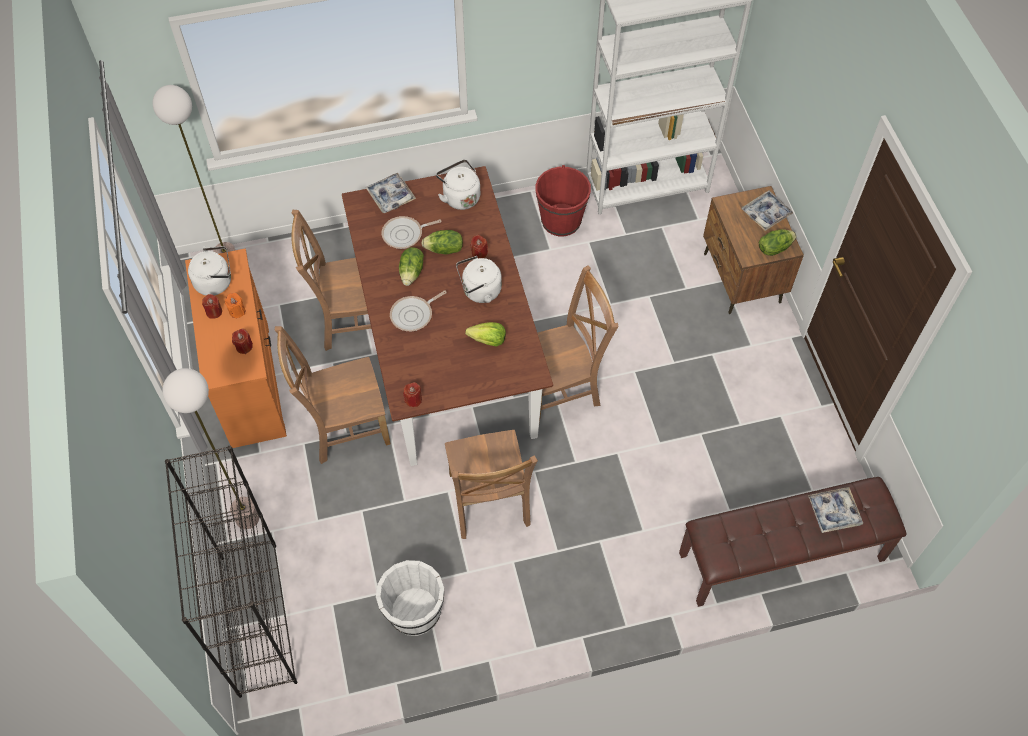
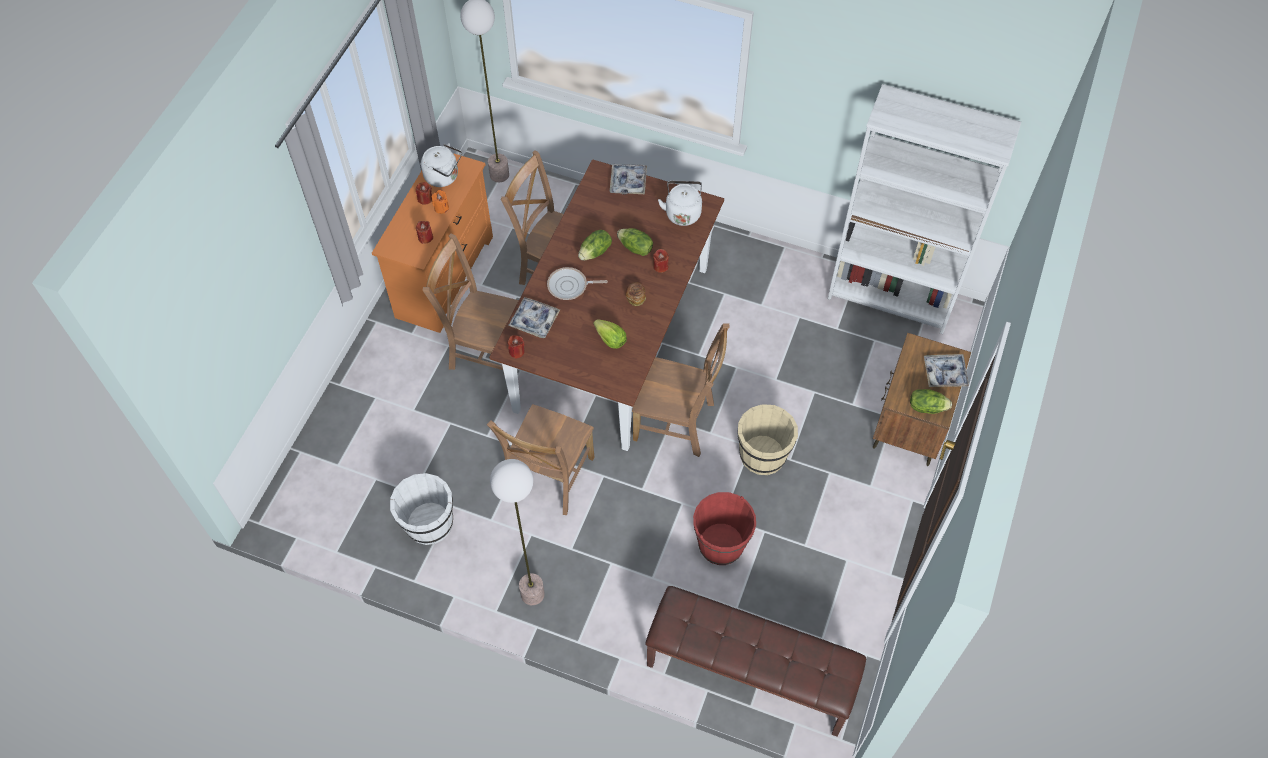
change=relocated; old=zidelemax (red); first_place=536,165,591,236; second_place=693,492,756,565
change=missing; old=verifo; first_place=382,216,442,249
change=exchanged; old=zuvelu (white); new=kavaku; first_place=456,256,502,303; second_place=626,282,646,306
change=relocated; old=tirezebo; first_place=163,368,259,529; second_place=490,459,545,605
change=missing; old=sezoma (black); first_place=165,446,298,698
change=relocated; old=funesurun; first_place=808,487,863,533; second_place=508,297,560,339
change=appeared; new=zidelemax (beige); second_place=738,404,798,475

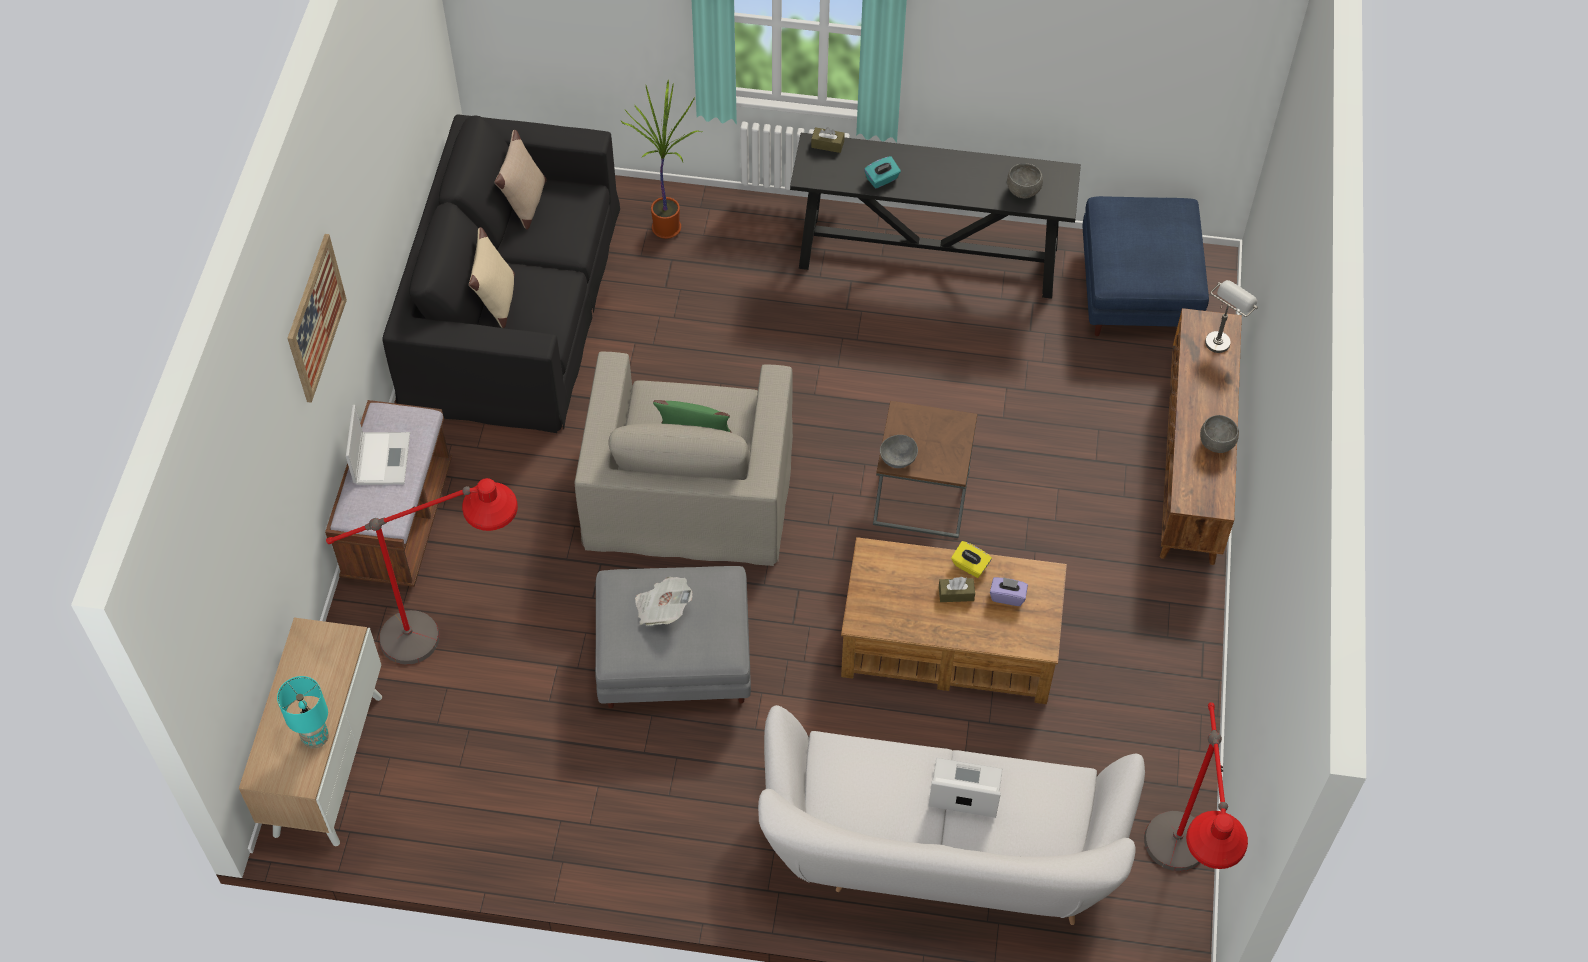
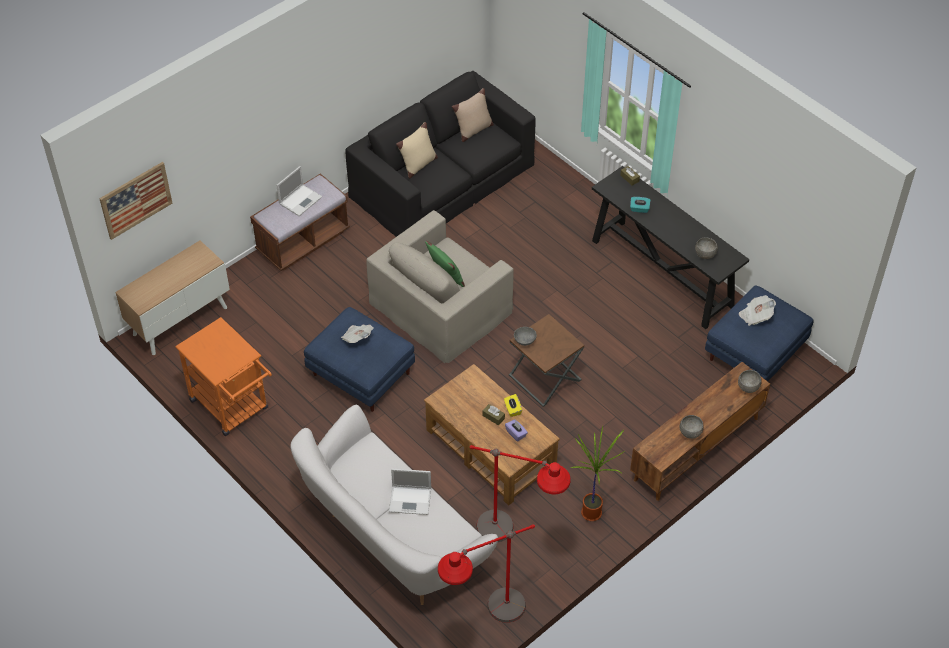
change=relocated; old=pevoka; first_place=620,80,701,239; second_place=571,426,624,521
change=relocated; old=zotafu; first_place=287,234,347,403; second_place=99,162,172,240
change=exchanged; old=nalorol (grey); new=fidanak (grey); first_place=1205,280,1258,353; second_place=738,370,762,393
change=relocated; old=tirezebo (red); first_place=326,478,518,665; second_place=470,445,571,542
change=colour; old=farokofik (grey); new=farokofik (blue); first_place=595,566,751,708; second_place=304,307,415,412
change=missing; old=nalorol (turquoise); first_place=277,676,329,748
change=spun; old=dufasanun; first_place=928,758,1003,818; second_place=389,468,431,515; degrees=135
change=appeared; new=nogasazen; second_place=739,295,776,326
change=appeared; new=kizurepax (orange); second_place=175,317,272,436

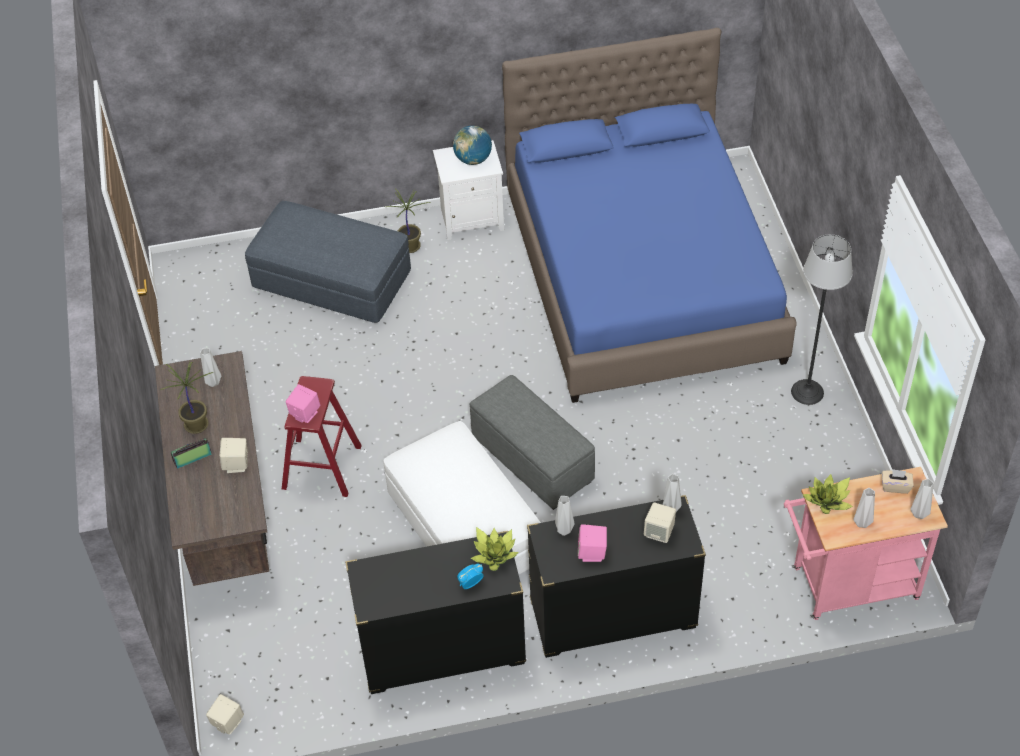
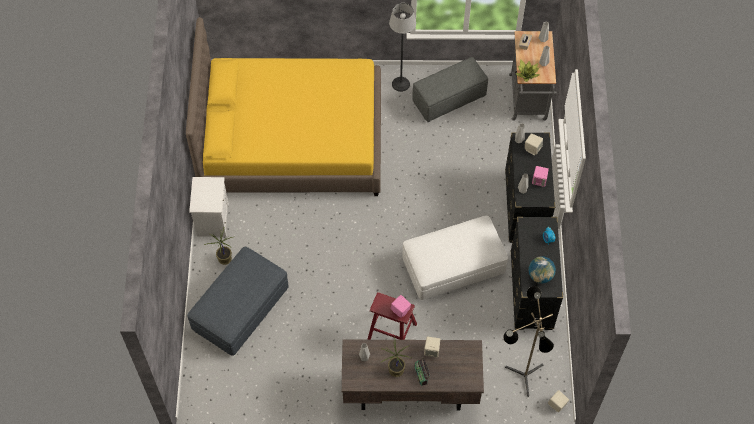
change=colour; old=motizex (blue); new=motizex (yellow); first_place=502,28,797,403; second_place=186,17,381,196
change=relocated; old=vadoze; first_place=453,126,492,165; second_place=529,256,556,283
change=relocated; old=farokofik (grey); first_place=470,375,595,510; second_place=412,57,488,122
change=colour; old=kizurepax (pink); new=kizurepax (grey); first_place=784,467,948,620; second_place=509,31,556,121
change=missing; old=pevoka; first_place=471,527,519,571
change=appeared; new=tirezebo; second_place=503,286,554,397

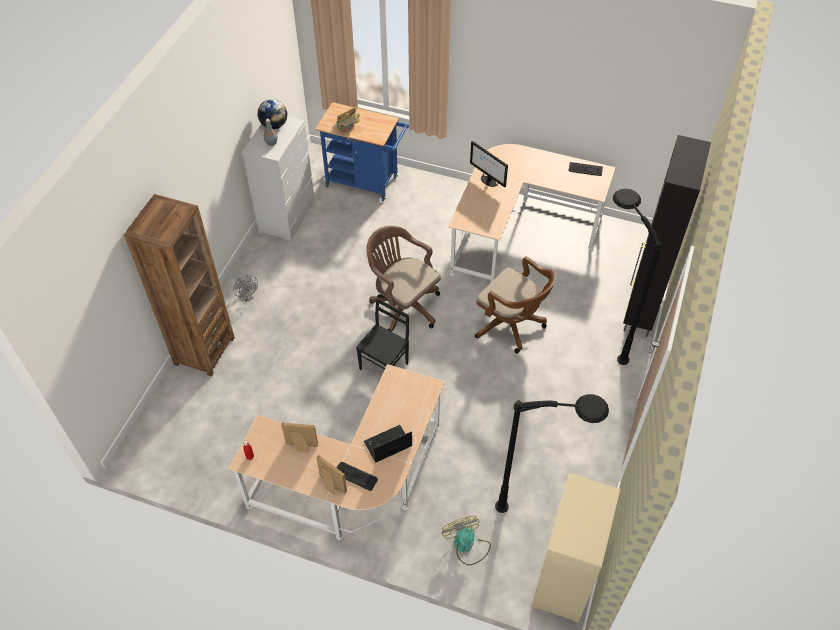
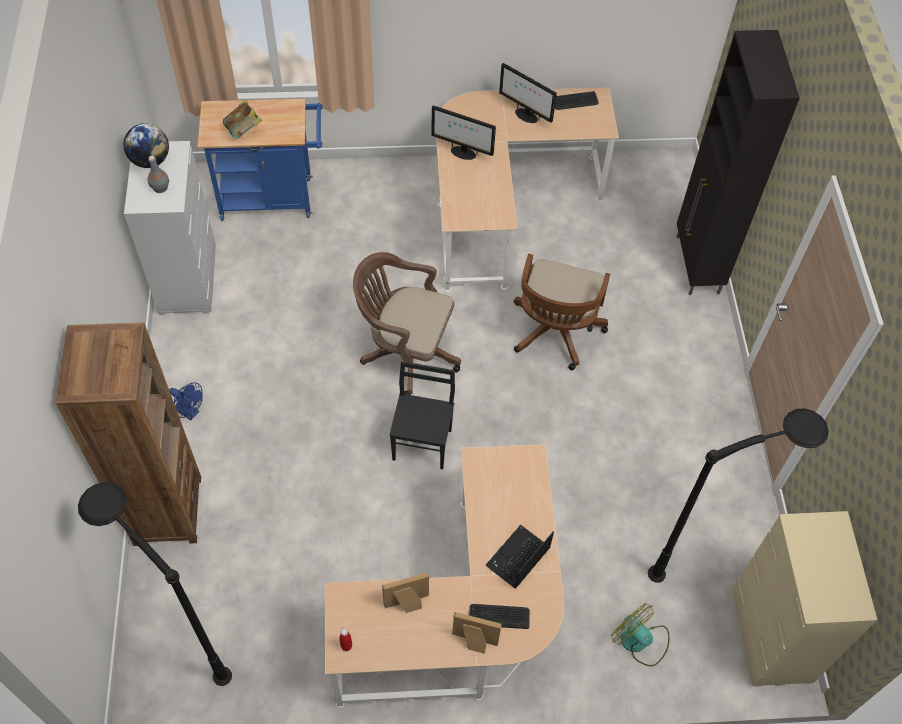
change=relocated; old=tirezebo (black); first_place=613,189,663,365; second_place=78,482,232,686
change=spun; old=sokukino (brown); first_place=475,256,556,353; second_place=513,254,610,370; degrees=90
change=colour; old=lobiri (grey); new=lobiri (blue); first_place=233,275,258,302; second_place=169,383,203,421
change=appeared; new=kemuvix; second_place=499,63,557,123

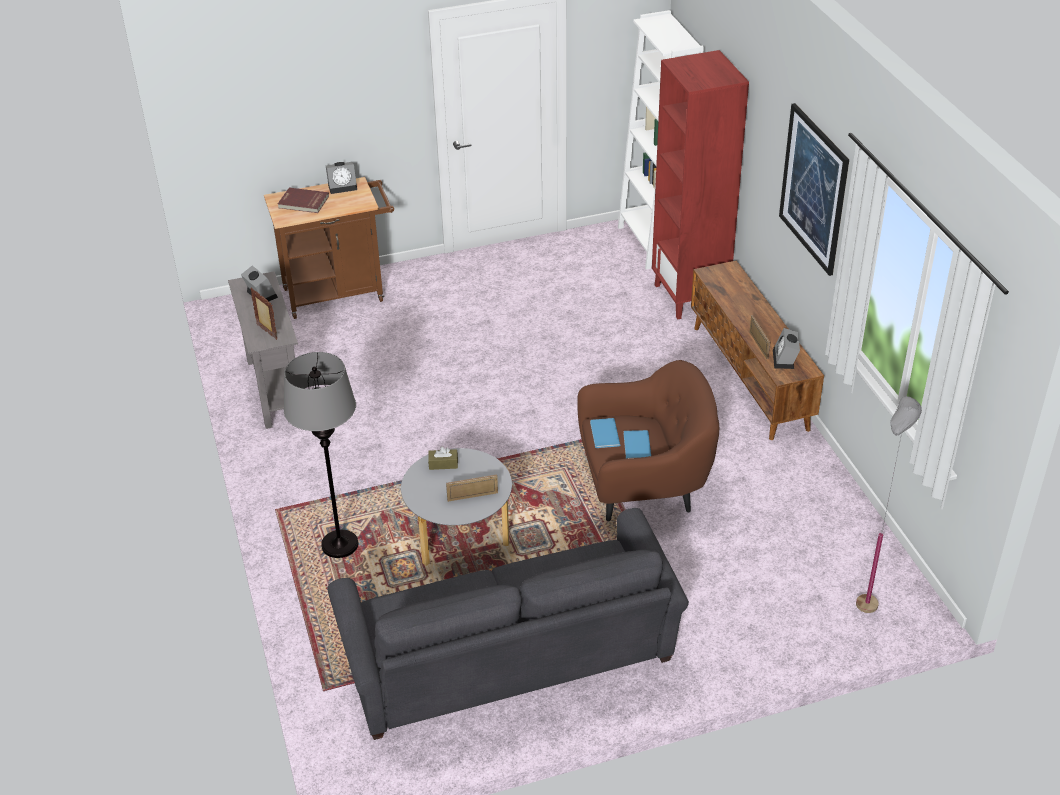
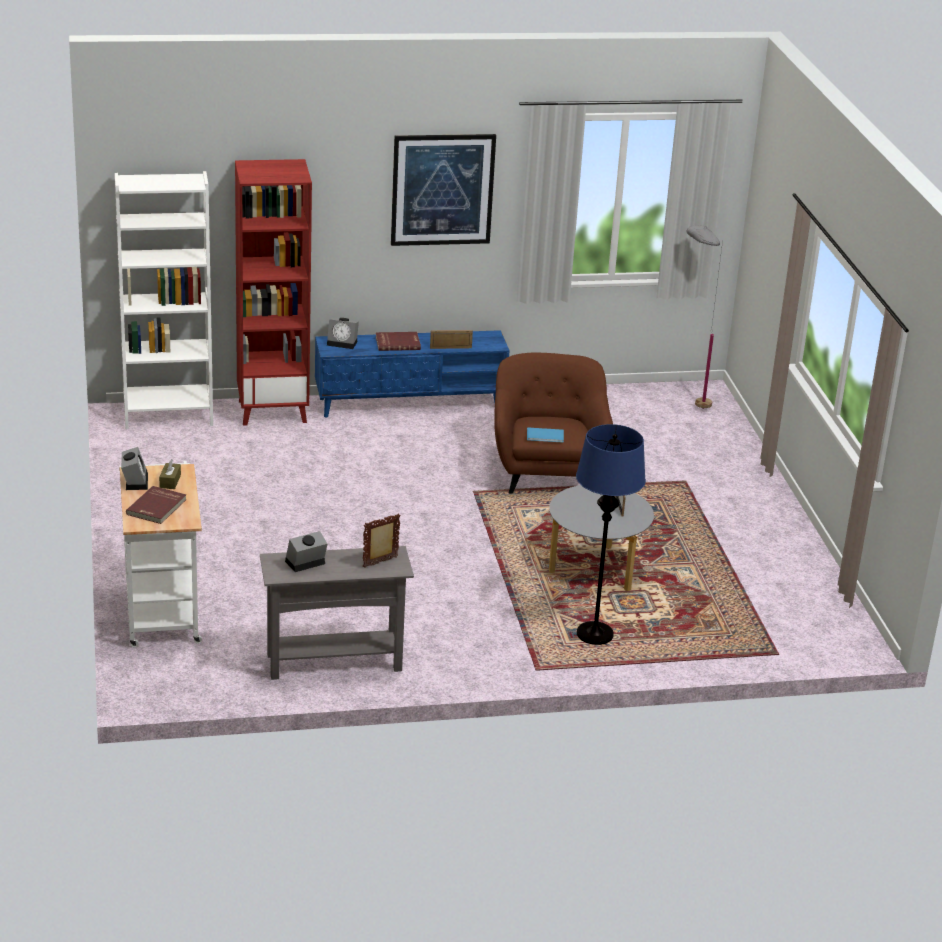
change=colour; old=kizurepax (brown); new=kizurepax (white); first_place=264,177,394,319; second_place=119,461,202,647
change=colour; old=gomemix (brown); new=gomemix (blue); first_place=691,261,824,440; second_place=315,330,510,417
change=relocated; old=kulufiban; first_place=773,328,800,369; second_place=327,318,359,349
change=colour; old=tirezebo (grey); new=tirezebo (blue); first_place=284,352,358,558; second_place=576,424,646,645
change=missing; old=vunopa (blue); first_place=623,430,651,459
change=relocated; old=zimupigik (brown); first_place=428,447,458,470; second_place=159,459,181,489
change=missing; old=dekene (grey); first_place=327,508,689,740
change=appeared; new=vunopa (red); second_place=376,332,421,351

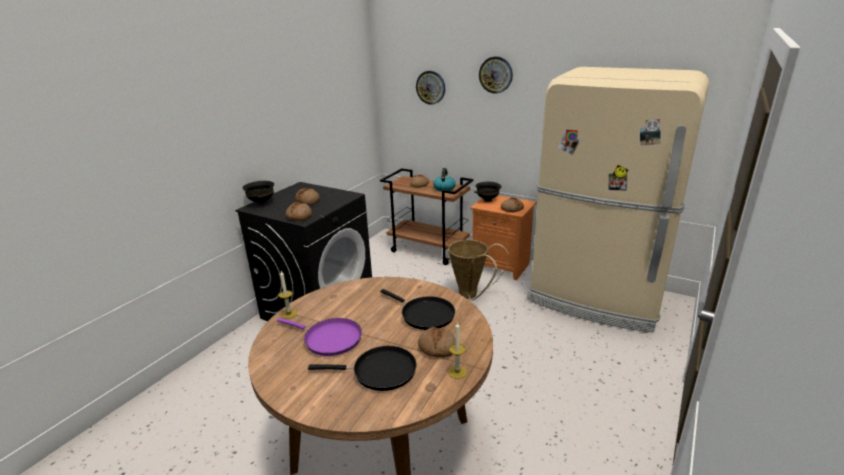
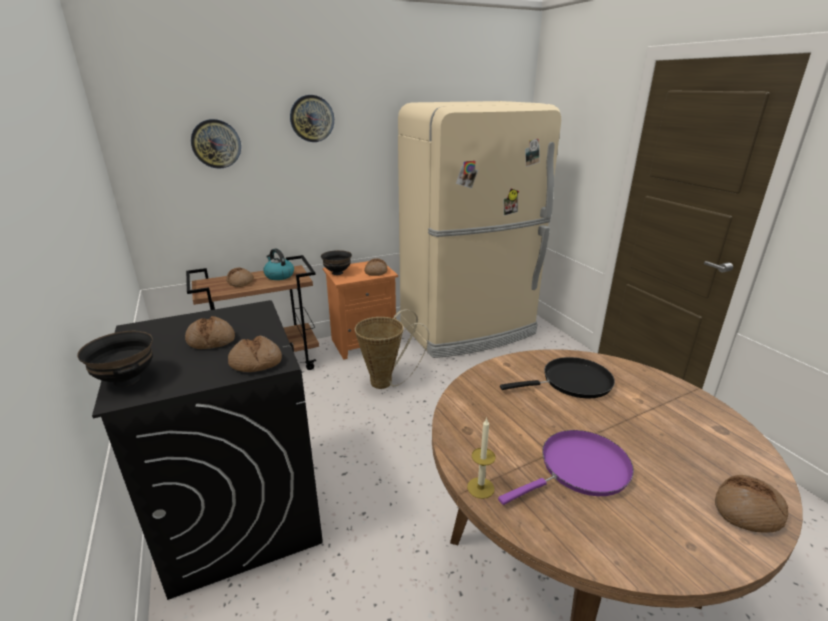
change=missing; old=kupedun; first_place=448,322,467,379
change=relocated; old=kavaku; first_place=418,327,455,357; second_place=715,475,789,533
change=missing; old=verifo (black); first_place=308,346,417,391

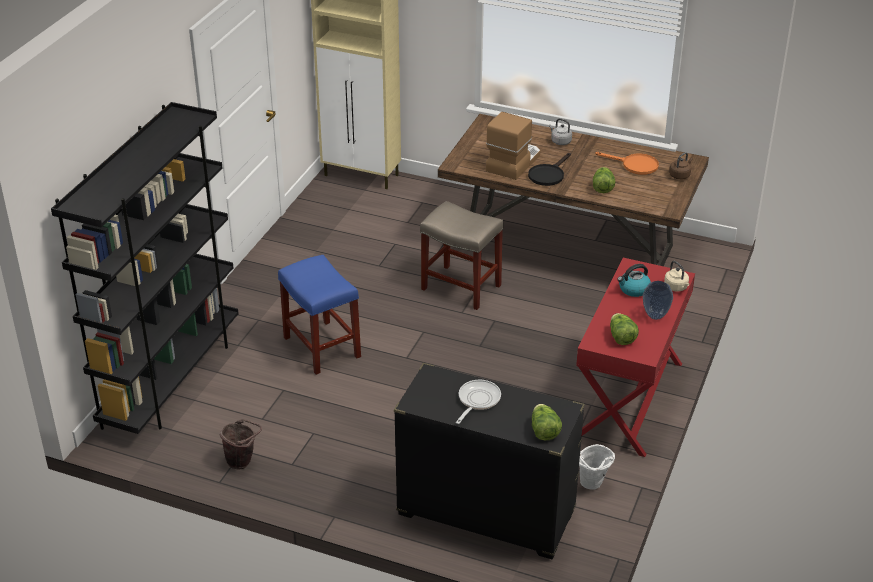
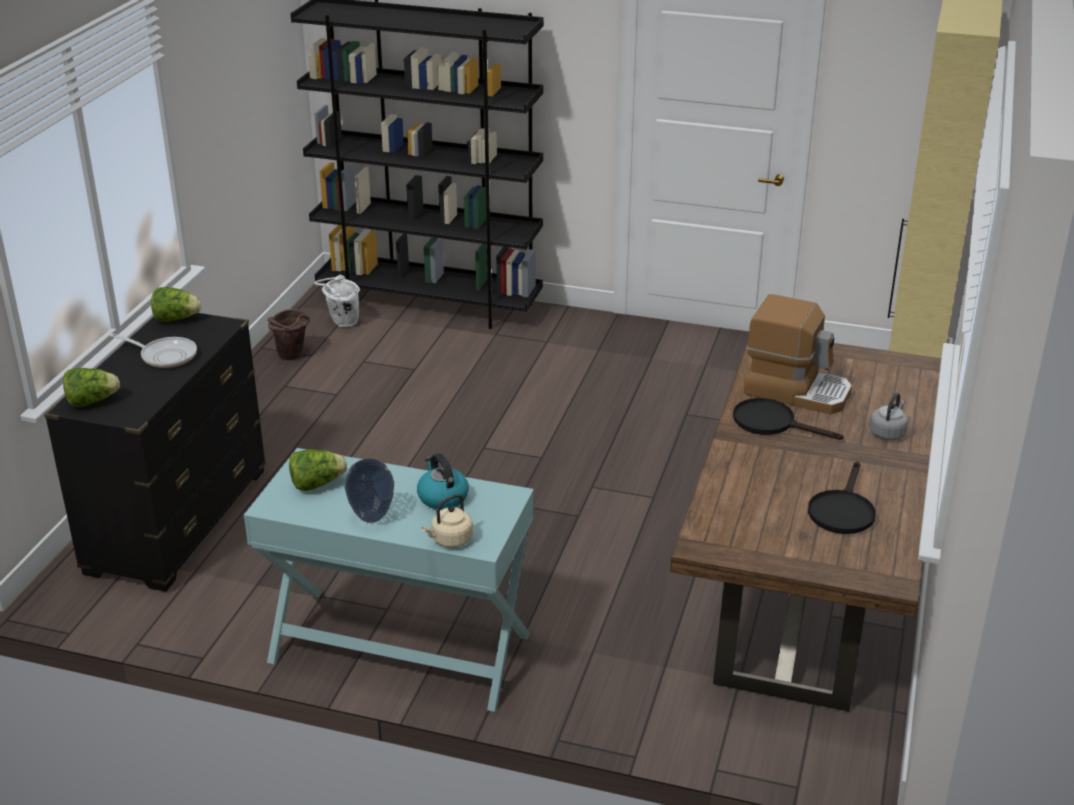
change=colour; old=verifo (orange); new=verifo (black); first_place=595,152,659,175; second_place=808,461,876,534
change=missing; old=zuvelu (brown); first_place=669,152,693,180
change=relocated; old=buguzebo; first_place=593,167,616,193; second_place=151,287,202,322
change=missing; old=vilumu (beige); first_place=420,201,504,310
change=missing; old=vilumu (blue); first_place=278,255,361,375
change=colour; old=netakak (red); new=netakak (turquoise); first_place=576,258,695,457; second_place=244,448,534,712
change=relocated; old=zidelemax (white); first_place=579,444,615,490; second_place=314,275,360,327

